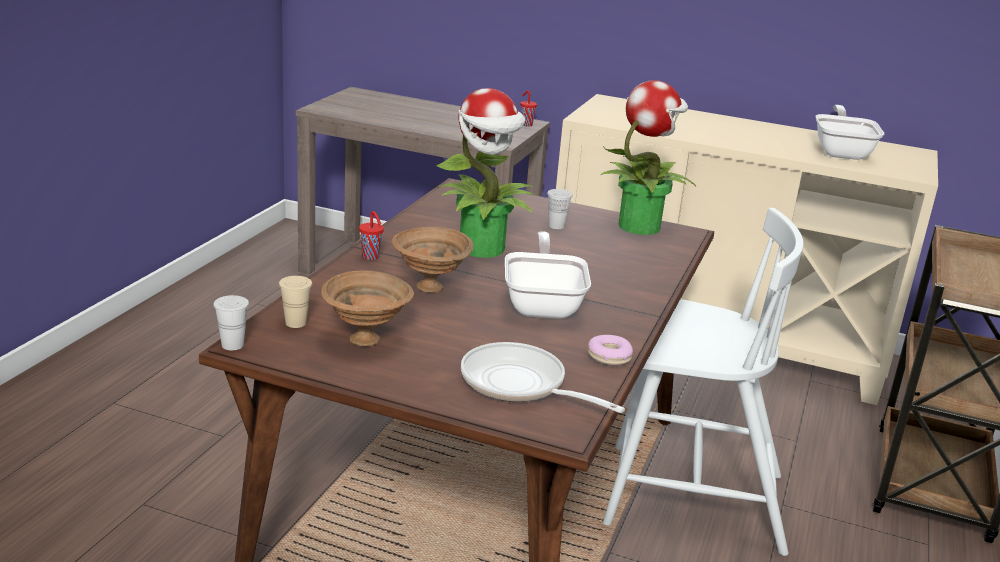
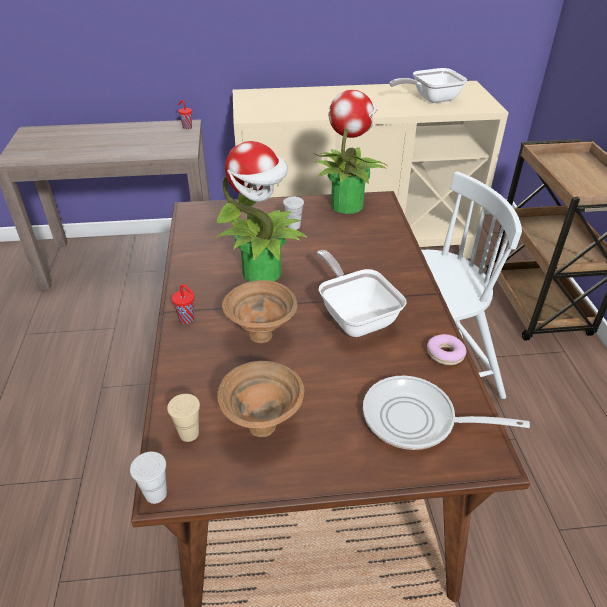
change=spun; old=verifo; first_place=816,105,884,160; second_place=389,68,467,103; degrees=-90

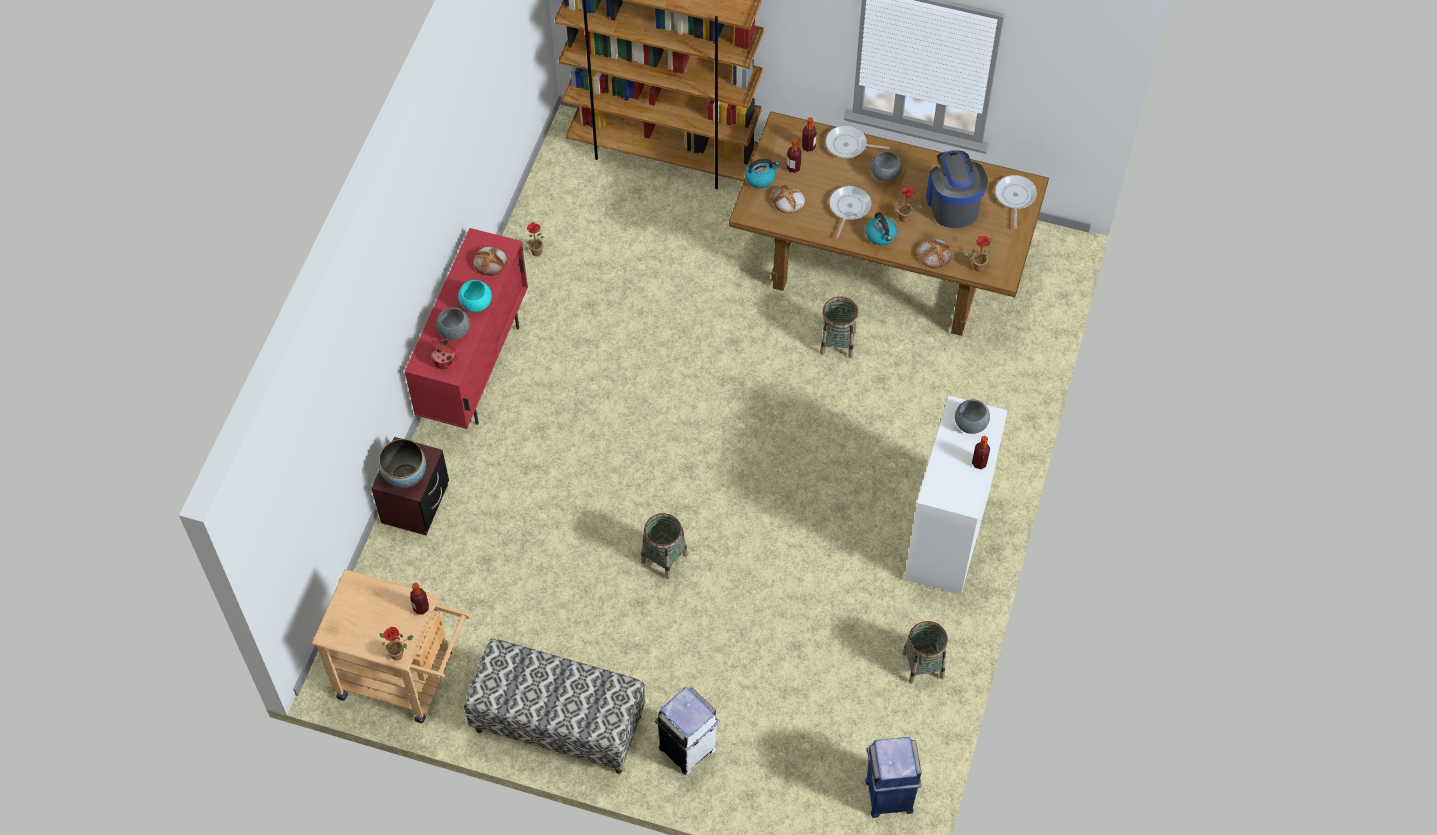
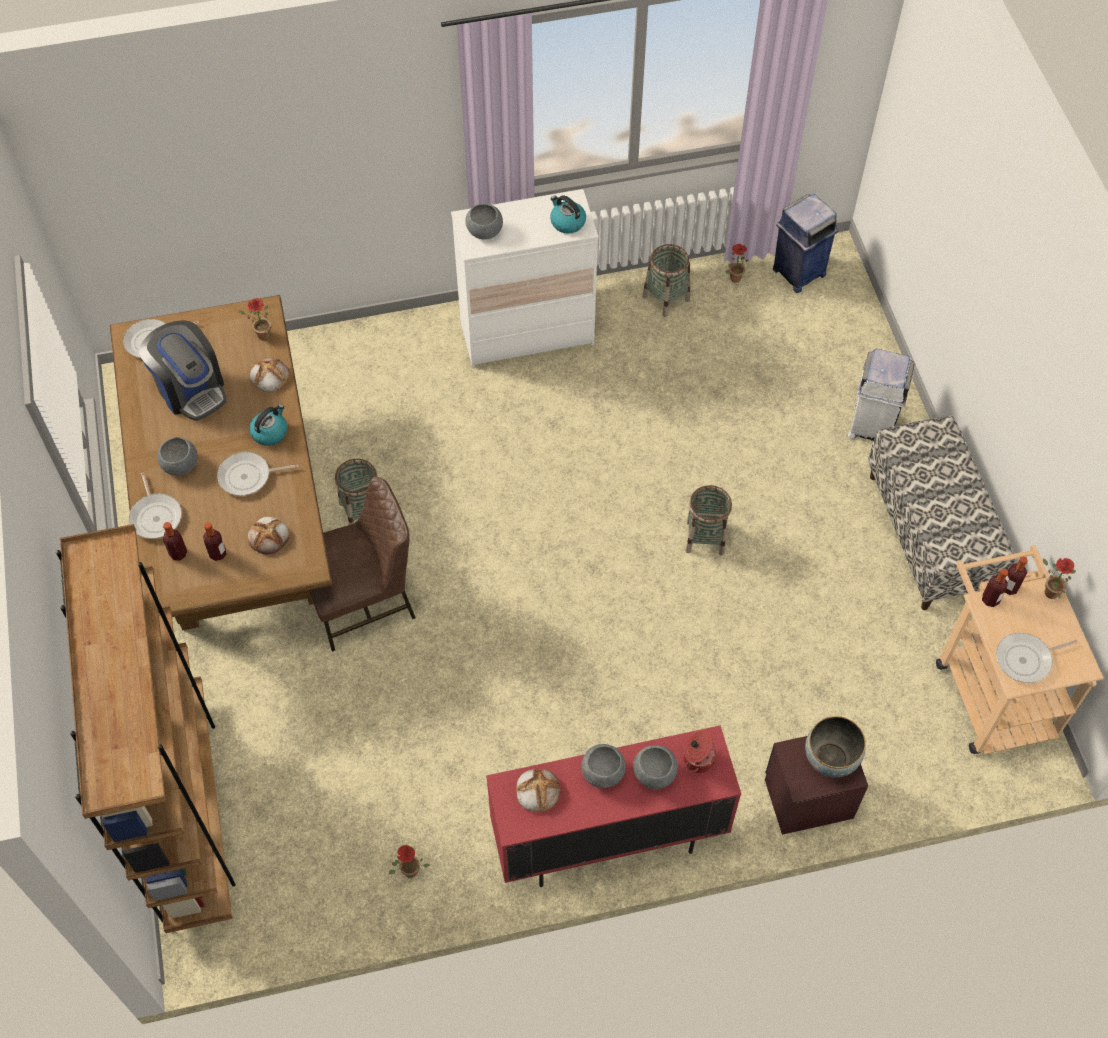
change=spun; old=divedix; first_place=926,150,988,228; second_place=139,320,226,421; degrees=-90
change=relocated; old=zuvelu; first_place=745,159,780,188; second_place=550,195,586,234
change=relocated; old=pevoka; first_place=897,187,923,222; second_place=726,244,749,283
change=colour; old=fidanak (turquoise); new=fidanak (grey); first_place=458,280,492,312; second_place=581,744,626,788
change=relocated; old=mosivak; first_place=972,436,990,469; second_place=1005,556,1028,595
change=appeared; new=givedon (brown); second_place=309,477,416,652
change=appeared; new=verifo; second_place=996,633,1078,683

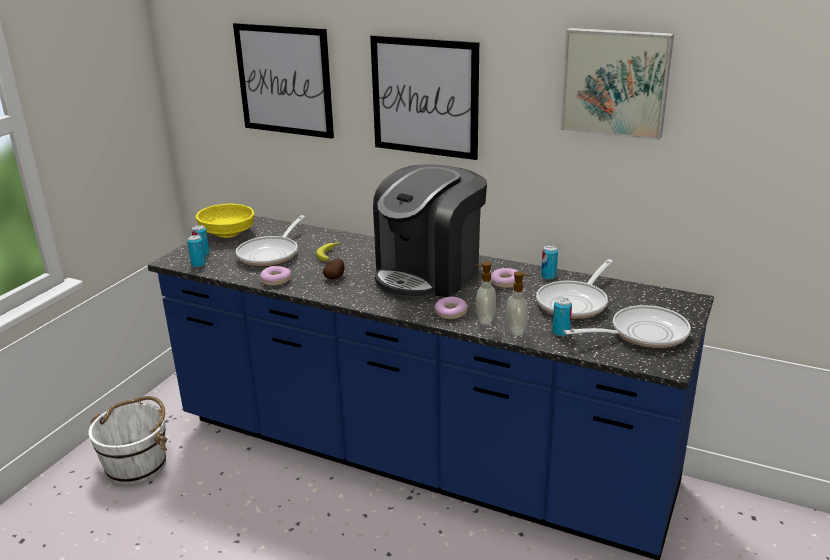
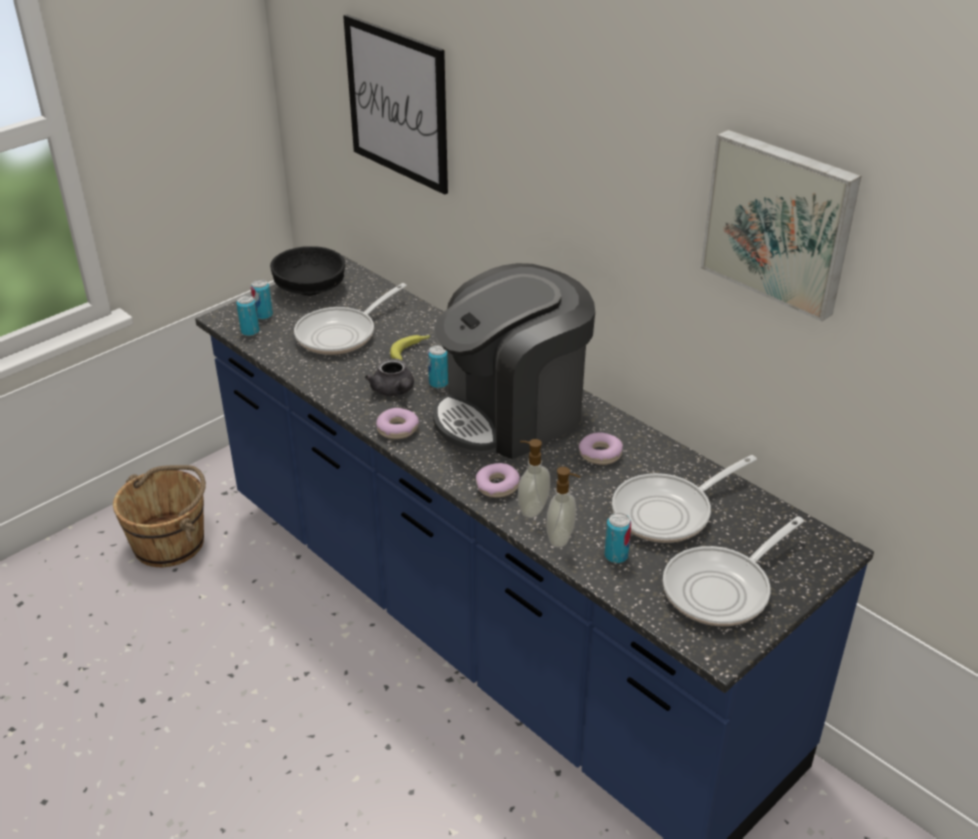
change=missing; old=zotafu; first_place=370,35,479,160
change=colour; old=fidanak (yellow); new=fidanak (black); first_place=196,204,254,238; second_place=270,246,345,296
change=relocated; old=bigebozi; first_place=541,245,558,279; second_place=428,345,448,388
change=exchanged; old=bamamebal; new=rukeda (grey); first_place=323,259,345,279; second_place=365,359,414,396
change=relocated; old=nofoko; first_place=260,266,291,286; second_place=376,408,419,439
change=spun; old=verifo; first_place=564,305,691,348; second_place=663,516,804,626; degrees=135
change=colour; old=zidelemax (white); new=zidelemax (brown); first_place=88,396,168,485; second_place=113,465,206,567

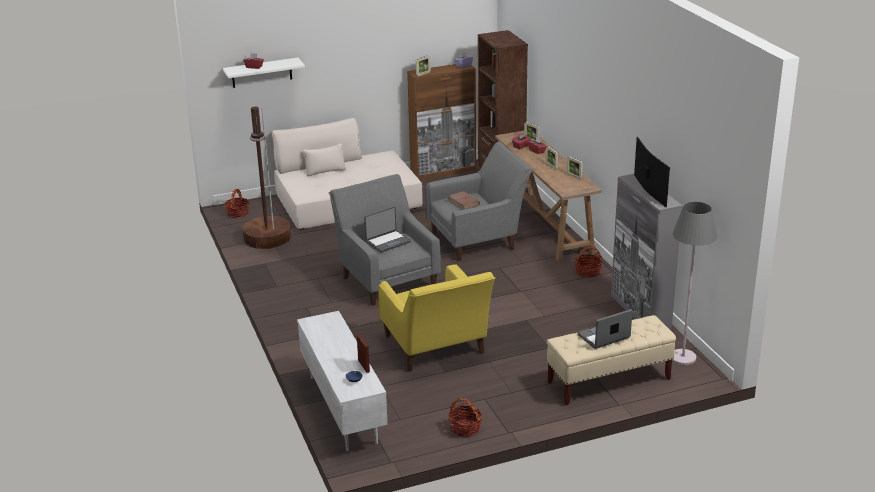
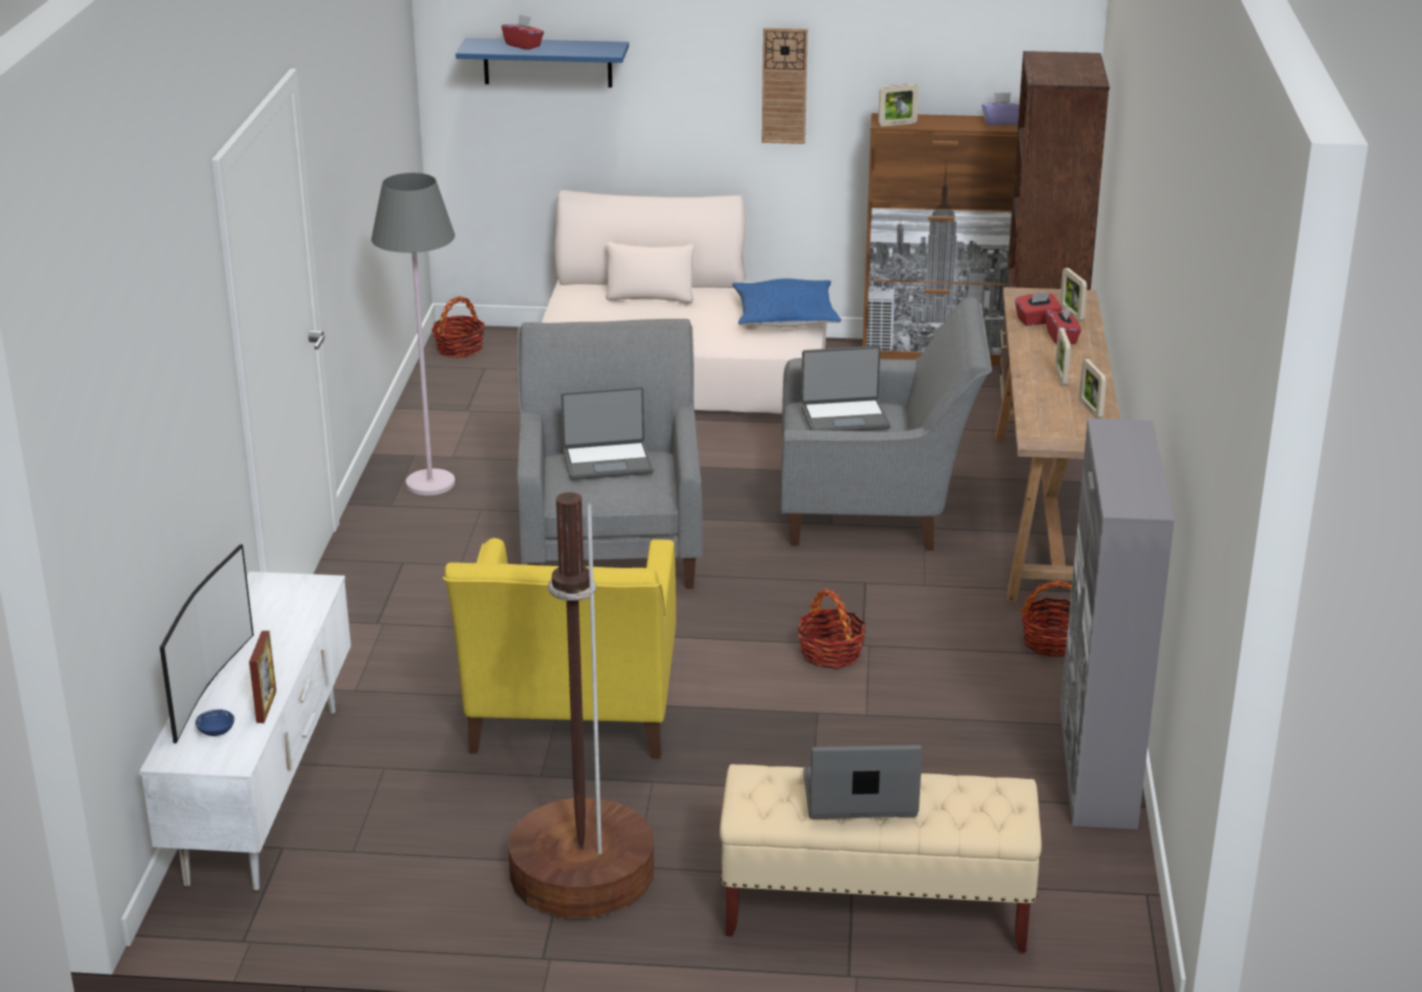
change=colour; old=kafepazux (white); new=kafepazux (blue); first_place=223,58,305,88; second_place=456,38,629,88
change=relocated; old=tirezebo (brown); first_place=243,107,291,249; second_place=508,492,654,918
change=relocated; old=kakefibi; first_place=634,137,670,207; second_place=160,544,254,743
change=exchanged; old=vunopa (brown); new=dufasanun; first_place=448,191,480,210; second_place=801,346,891,431
change=relocated; old=tirezebo (grey); first_place=672,202,717,365; second_place=371,173,455,496
change=relocated; old=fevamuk; first_place=448,398,483,437; second_place=797,588,866,668
change=appeared; new=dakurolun; second_place=762,28,808,144
change=appeared; new=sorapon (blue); second_place=732,278,841,327

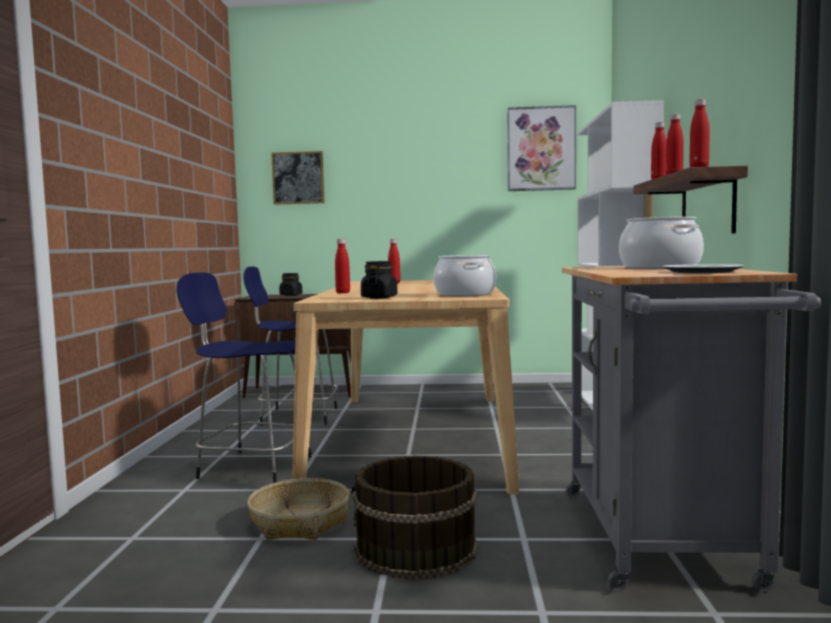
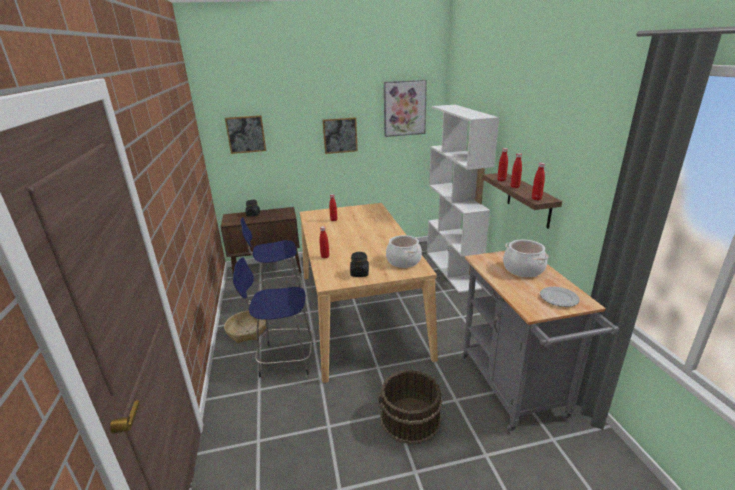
change=relocated; old=fevamuk; first_place=247,478,350,540; second_place=224,311,266,343
change=appeared; new=zotafu; second_place=322,117,358,154

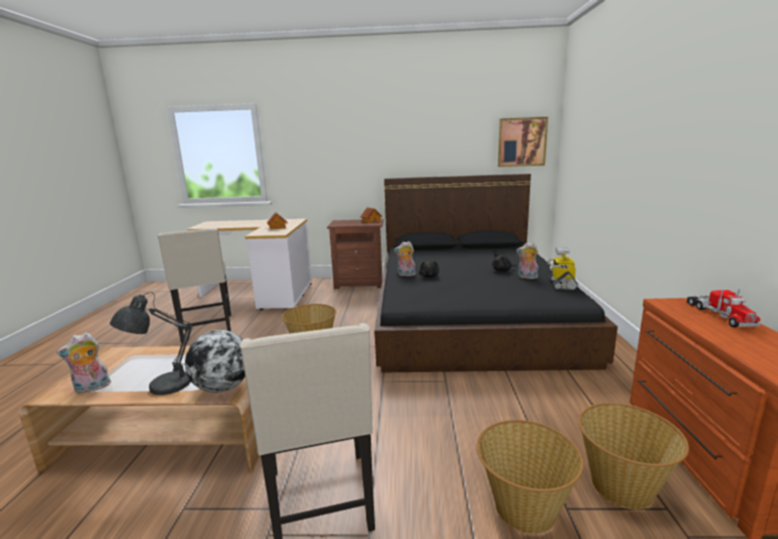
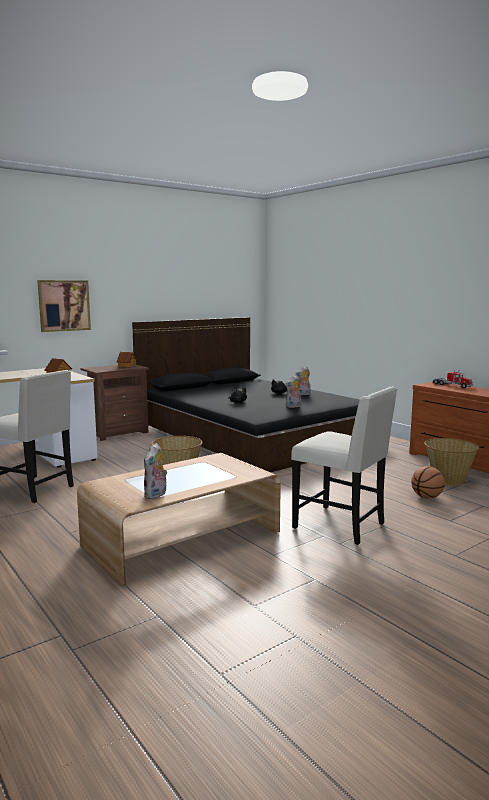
change=relocated; old=zotafu; first_place=498,117,548,167; second_place=37,280,91,332
change=relocated; old=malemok; first_place=394,241,416,276; second_place=286,375,301,408
change=missing; old=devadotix; first_place=547,247,578,290
change=missing; old=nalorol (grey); first_place=110,292,193,395
change=missing; old=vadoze; first_place=185,330,245,393
change=exchanged; old=fevamuk; new=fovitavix; first_place=476,420,584,534; second_place=411,466,445,499

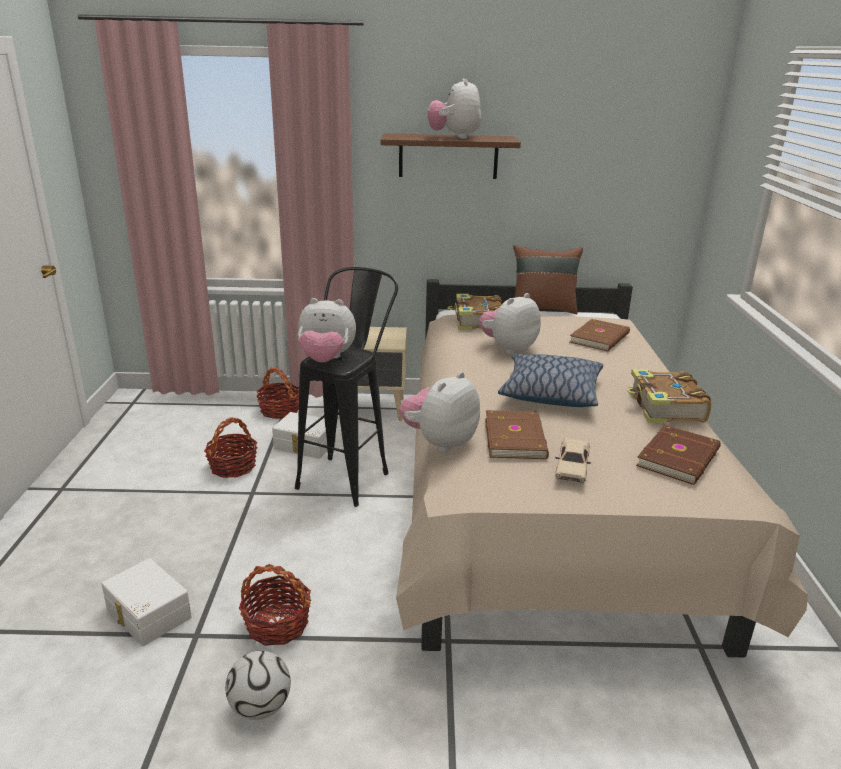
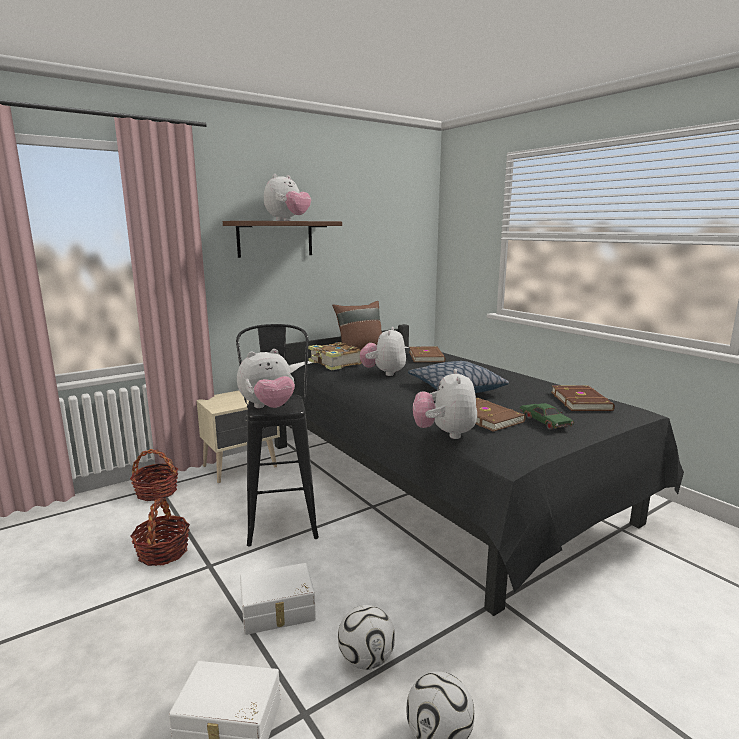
change=spun; old=malemok; first_place=428,78,481,139; second_place=264,174,311,221; degrees=-105
change=colour; old=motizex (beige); new=motizex (black); first_place=396,279,808,657; second_place=274,324,684,616
change=missing; old=vunopa; first_place=627,369,712,424
change=relocated; old=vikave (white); first_place=272,412,336,459; second_place=240,563,316,635
change=colour; old=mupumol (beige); new=mupumol (green); first_place=555,438,591,483; second_place=519,403,574,430
change=exchanged; old=fevamuk; new=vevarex; first_place=239,564,311,646; second_place=338,605,395,670

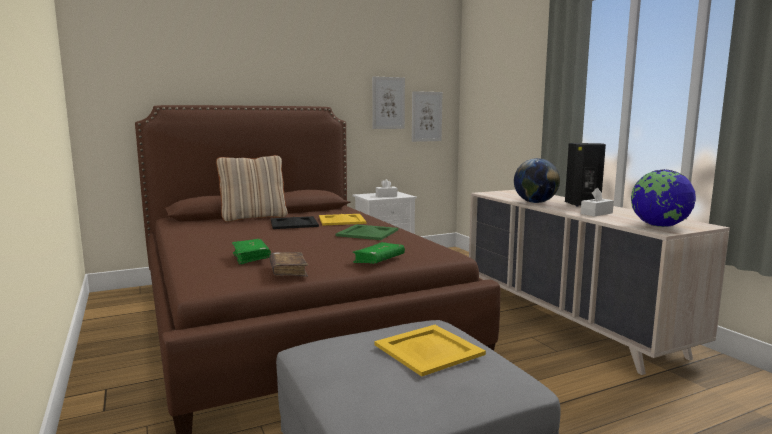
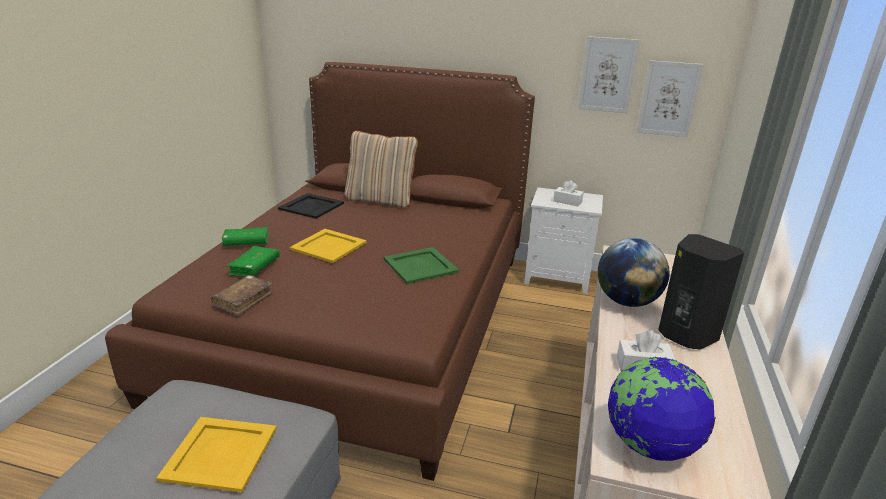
change=relocated; old=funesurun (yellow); first_place=319,214,366,225; second_place=290,229,367,263
change=relocated; old=funesurun (black); first_place=271,216,319,229; second_place=278,193,344,219
change=relocated; old=vunopa (green); first_place=352,242,405,264; second_place=222,227,269,246

